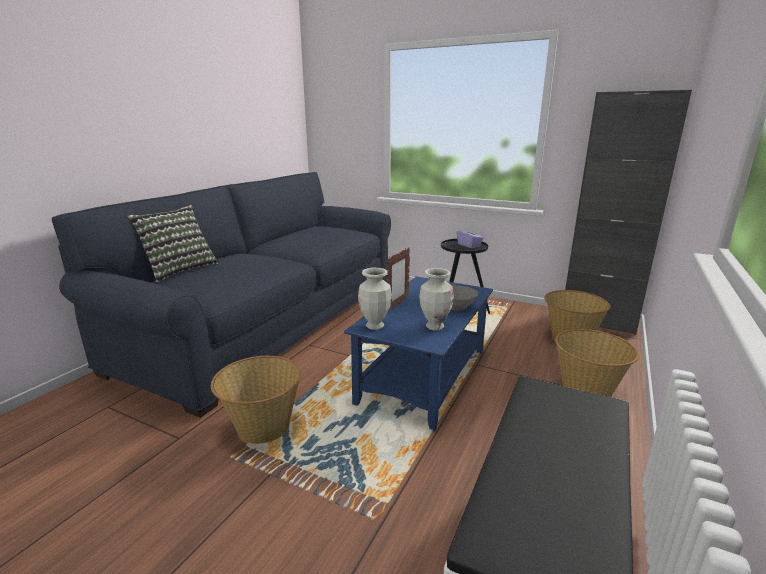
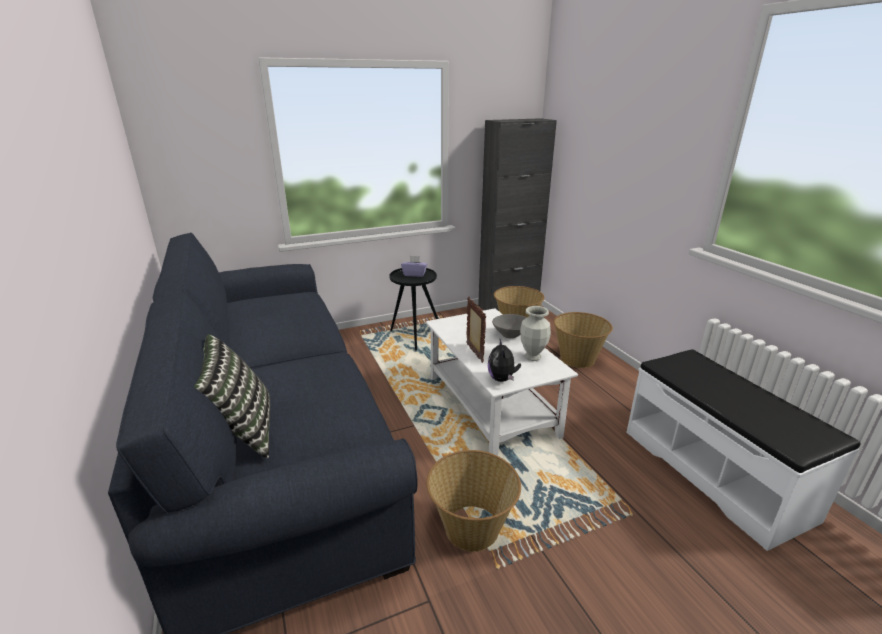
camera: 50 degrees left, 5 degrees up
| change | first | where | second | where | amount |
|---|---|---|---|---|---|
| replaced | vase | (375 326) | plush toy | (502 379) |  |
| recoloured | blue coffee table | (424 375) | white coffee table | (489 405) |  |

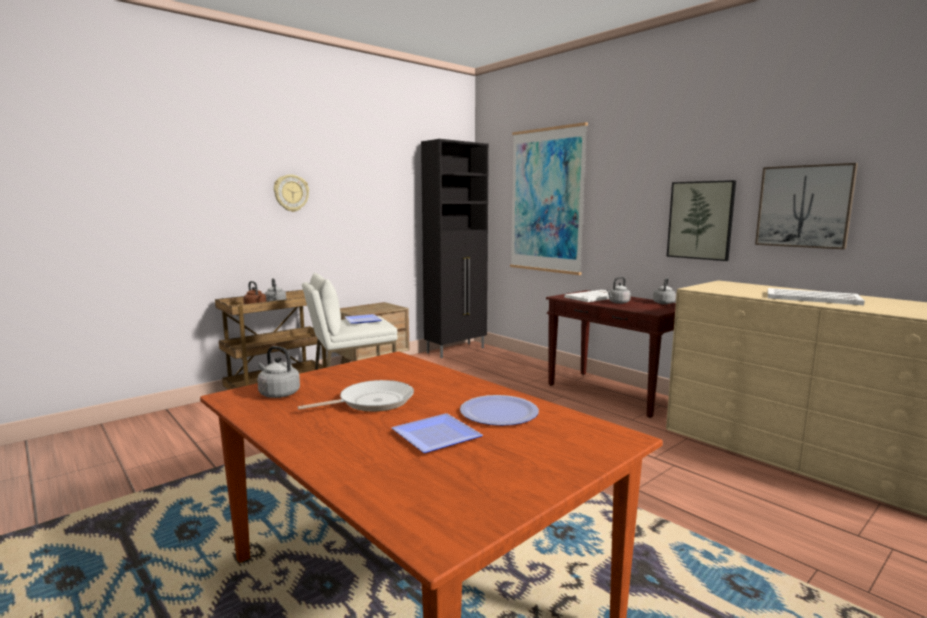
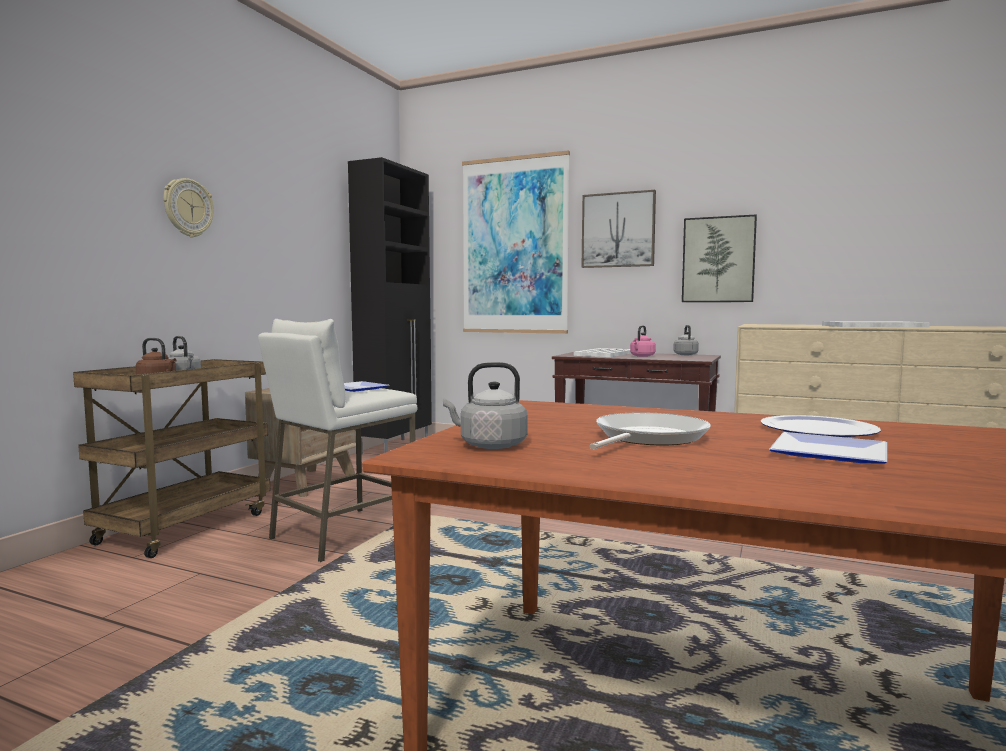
camera: 25 degrees left, 5 degrees down
| change | first | where | second | where | amount |
|---|---|---|---|---|---|
| moved | picture | (804 206) |  | (618 230) |  |
| recoloured | grey kettle | (618 302) | pink kettle | (641 356) |  |

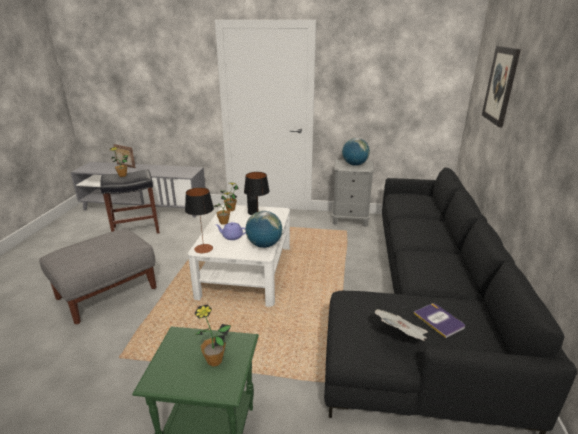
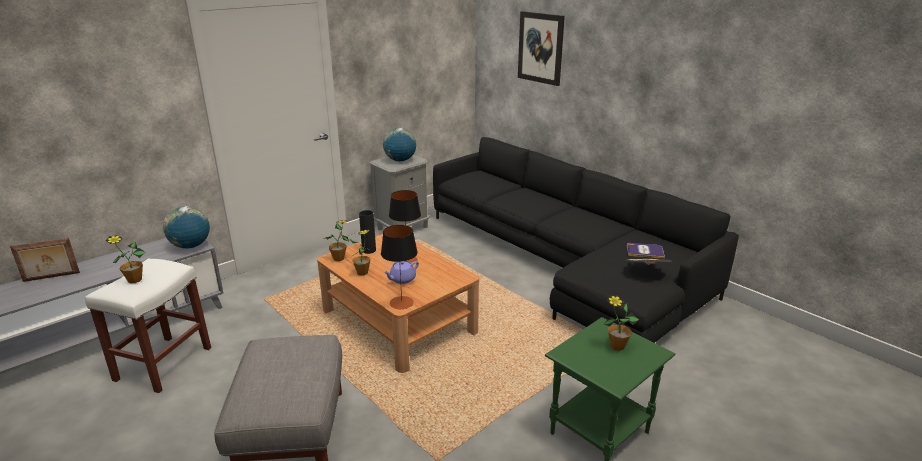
camera: 50 degrees left, 0 degrees up
| change | first | where | second | where | amount |
|---|---|---|---|---|---|
| recoloured | black stool | (136 229) | white stool | (164 363) |  |
| recoloured | white coffee table | (246 271) | brown coffee table | (399 321) |  |
| moved | globe | (264 245) |  | (191 246) |  |

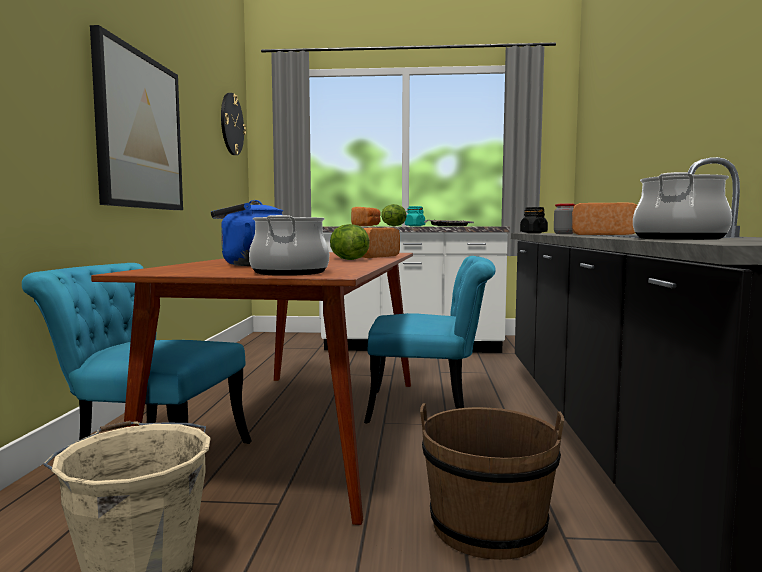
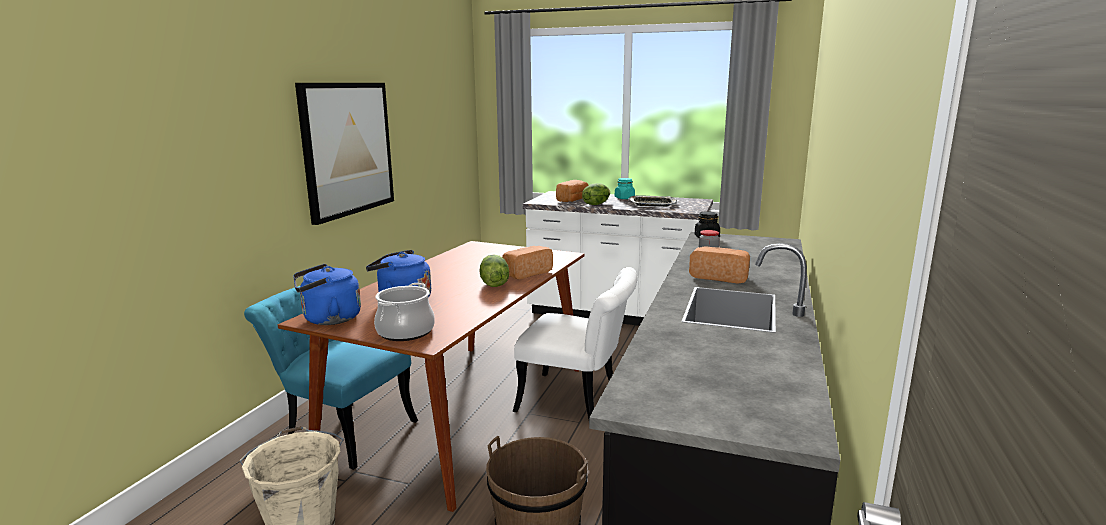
camera: 15 degrees right, 10 degrees up
| change | first | where | second | where | amount |
|---|---|---|---|---|---|
| removed | wall clock | (231 124) |  |  |  |
| removed | cooking pot | (679 238) |  |  |  |
| recoloured | turquoise chair | (430 408) | white chair | (578 401) |  |
| added |  |  | blue kettle | (328 319) |  |

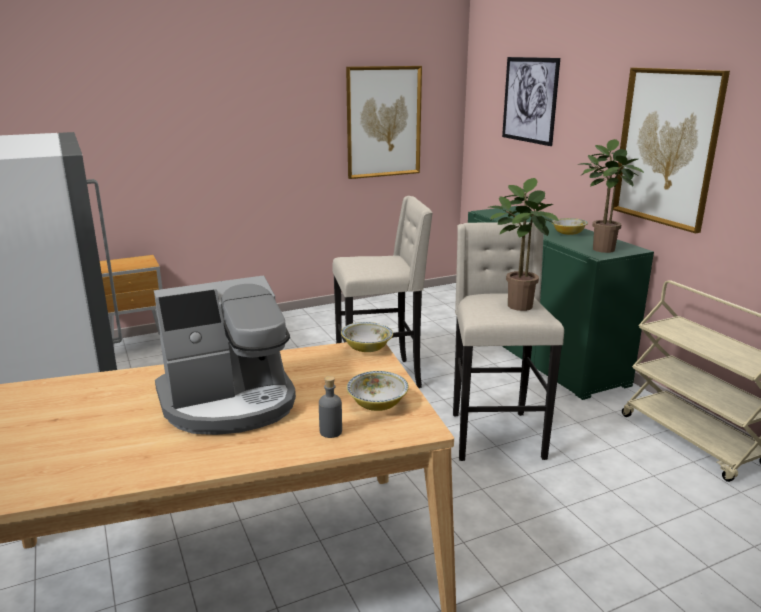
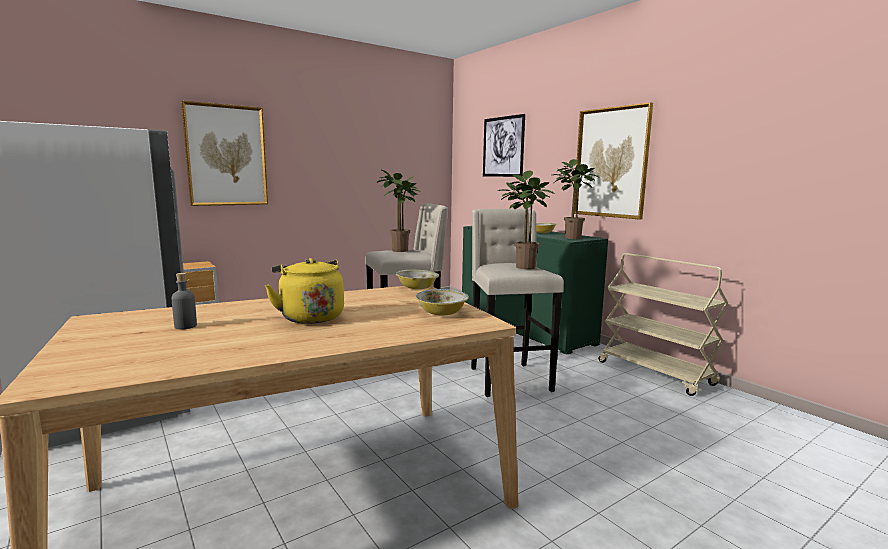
camera: 10 degrees left, 10 degrees down
| change | first | where | second | where | amount |
|---|---|---|---|---|---|
| moved | picture | (383 122) |  | (226 155) |  |
| replaced | coffee machine | (229 402) | yellow kettle | (310 317) |  |
| moved | grey bottle | (331 432) |  | (185 326) |  |
| added |  |  | potted plant | (400 251) |  |

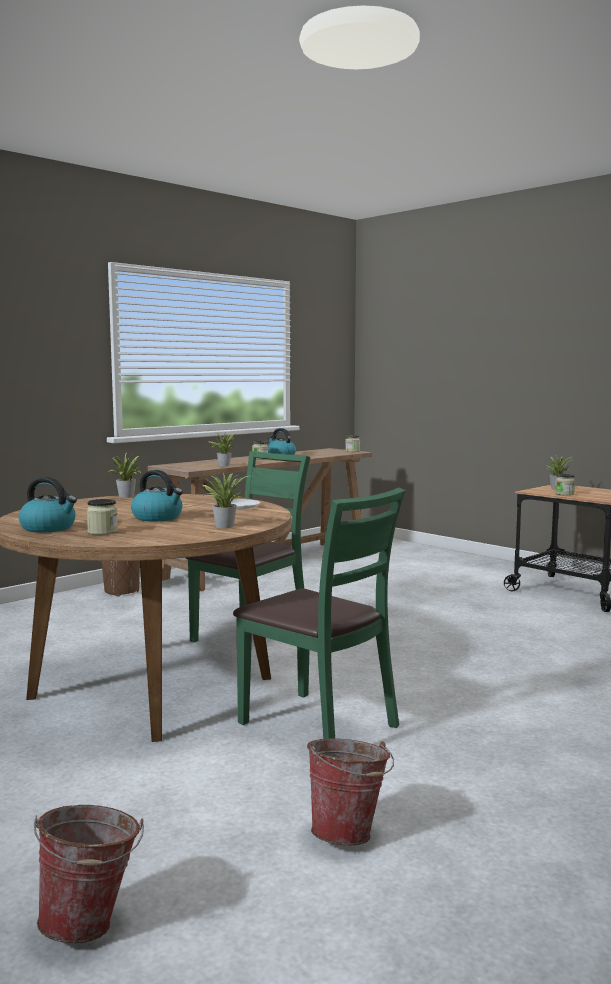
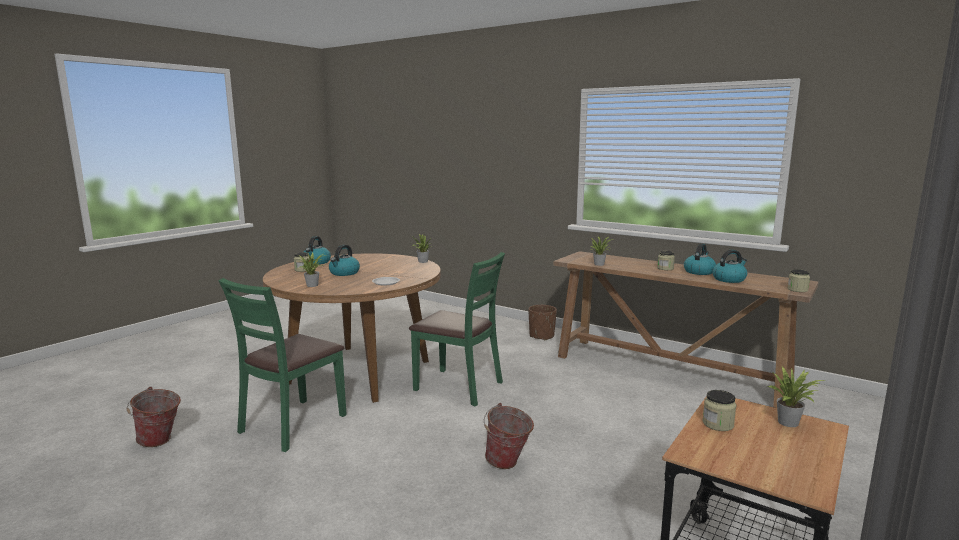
camera: 80 degrees right, 5 degrees up
| change | first | where | second | where | amount |
|---|---|---|---|---|---|
| moved | bucket | (92 922) |  | (508 464) |  |
| added |  |  | kettle | (729 279) |  |

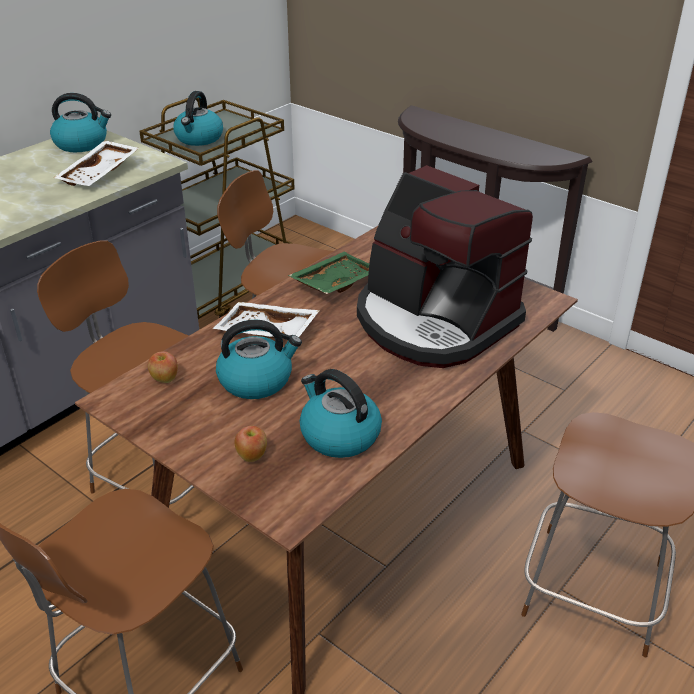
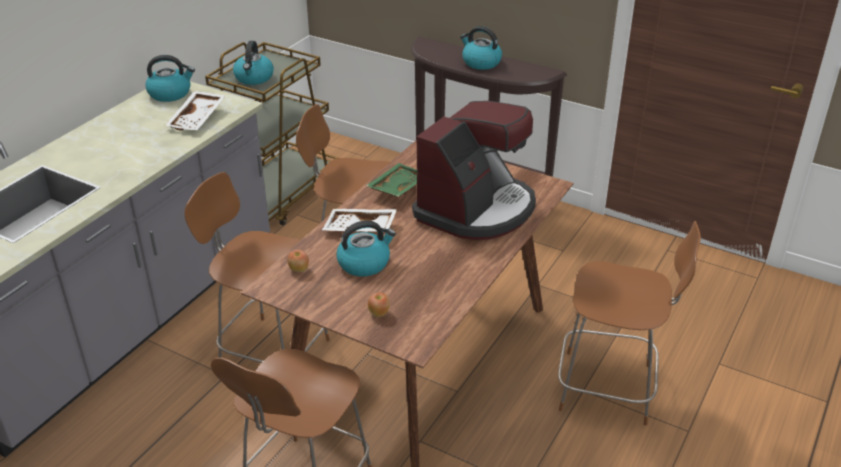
camera: 10 degrees left, 0 degrees up
| change | first | where | second | where | amount |
|---|---|---|---|---|---|
| turned | coffee machine | (433 322) |  | (476 209) | 90 degrees counterclockwise |
| moved | kettle | (338 435) |  | (480 62) |  |

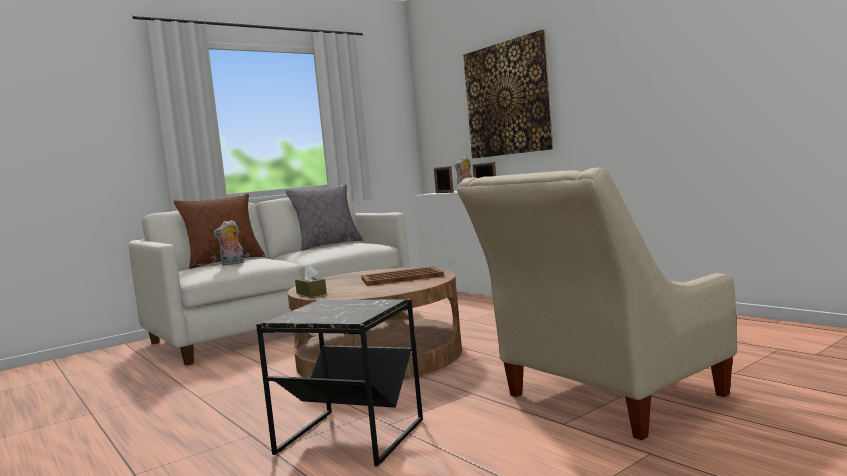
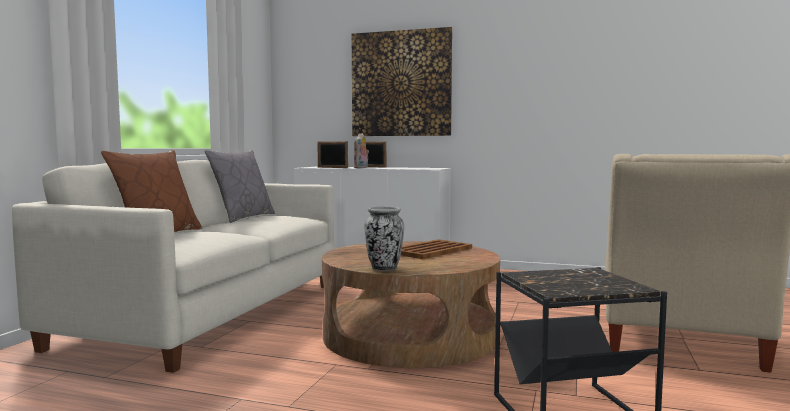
camera: 35 degrees left, 0 degrees up
| change | first | where | second | where | amount |
|---|---|---|---|---|---|
| removed | plush toy | (232 264) |  |  |  |
| replaced | brown tissue box | (311 293) | vase | (384 269) |  |

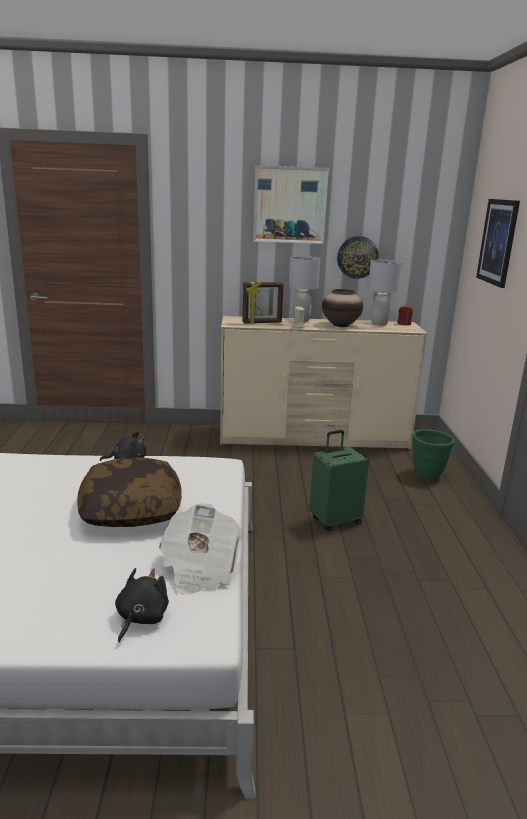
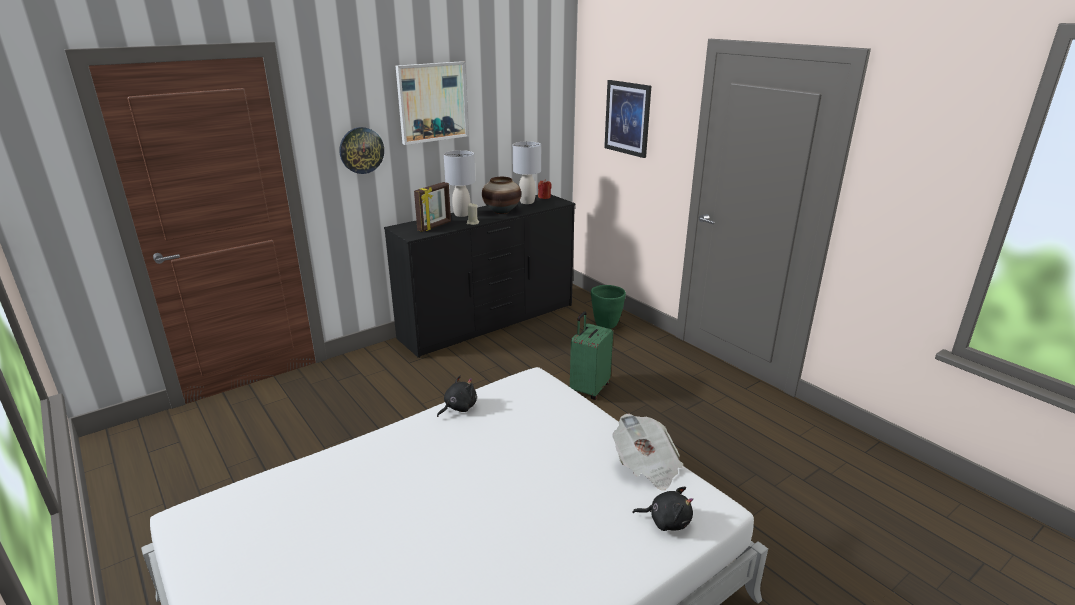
camera: 35 degrees left, 5 degrees up
| change | first | where | second | where | amount |
|---|---|---|---|---|---|
| moved | wall clock | (357 257) |  | (361 150) |  |
| recoloured | beige dresser | (314 438) | black dresser | (489 321) |  |
| removed | pillow | (131 510) |  |  |  |
| turned | black plush toy | (140 618) |  | (666 521) | 120 degrees clockwise |

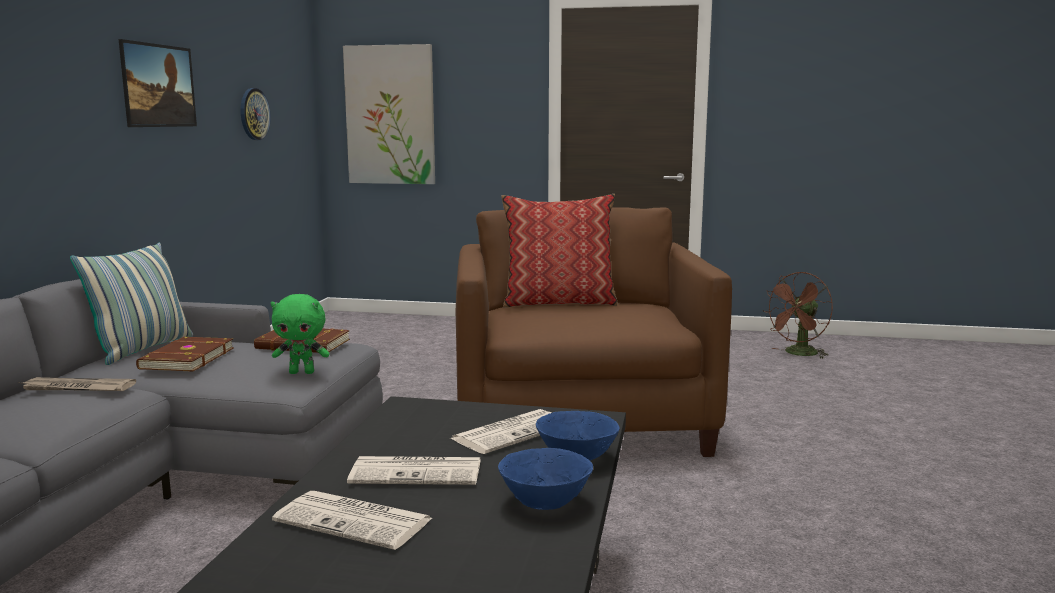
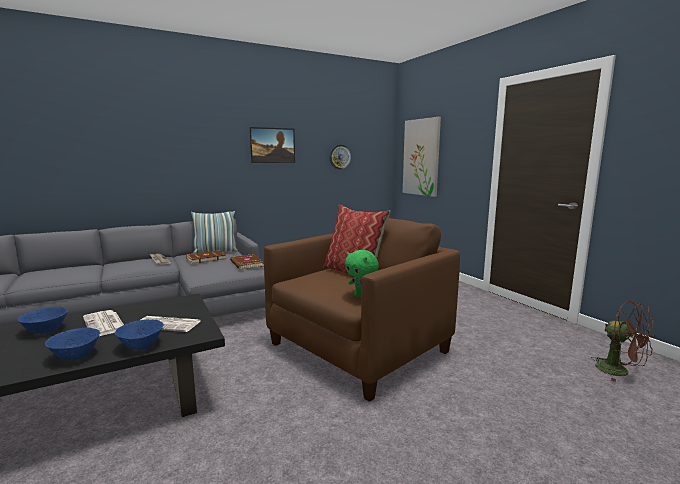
camera: 50 degrees right, 0 degrees up
| change | first | where | second | where | amount |
|---|---|---|---|---|---|
| turned | brown fan | (798 354) |  | (619 372) | 135 degrees counterclockwise |
| moved | green plush toy | (302 372) |  | (361 297) |  |
| replaced | newspaper | (356 521) | blue bowl | (46 330) |  |

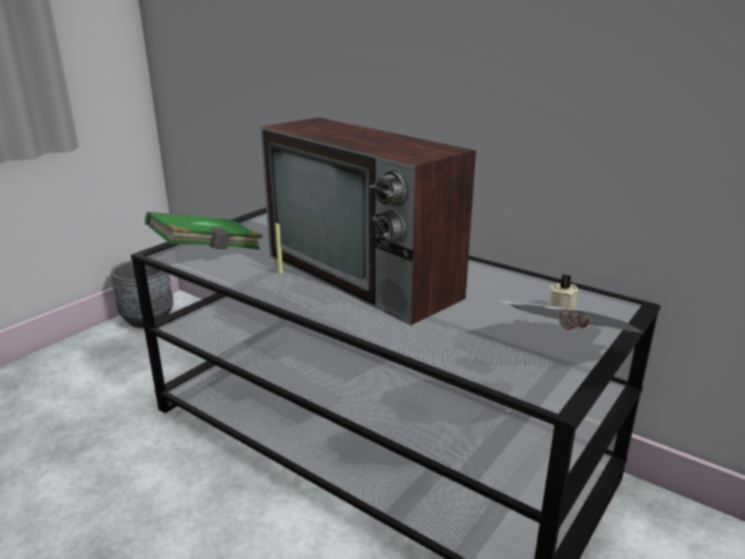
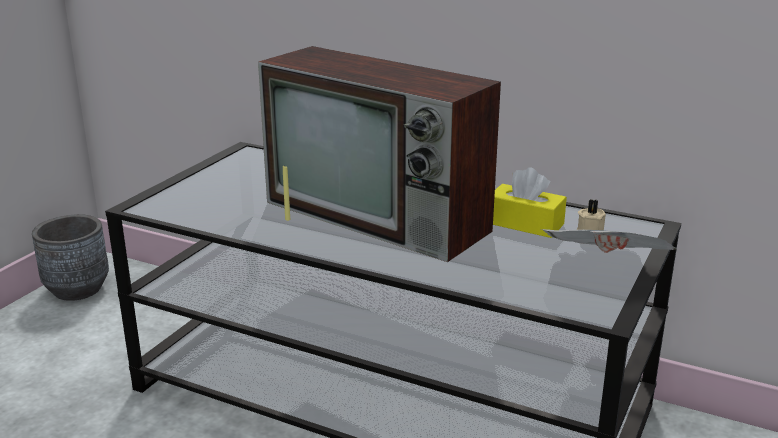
camera: 10 degrees left, 0 degrees up
| change | first | where | second | where | amount |
|---|---|---|---|---|---|
| removed | green book | (208 251) |  |  |  |
| added |  |  | yellow tissue box | (525 223) |  |

